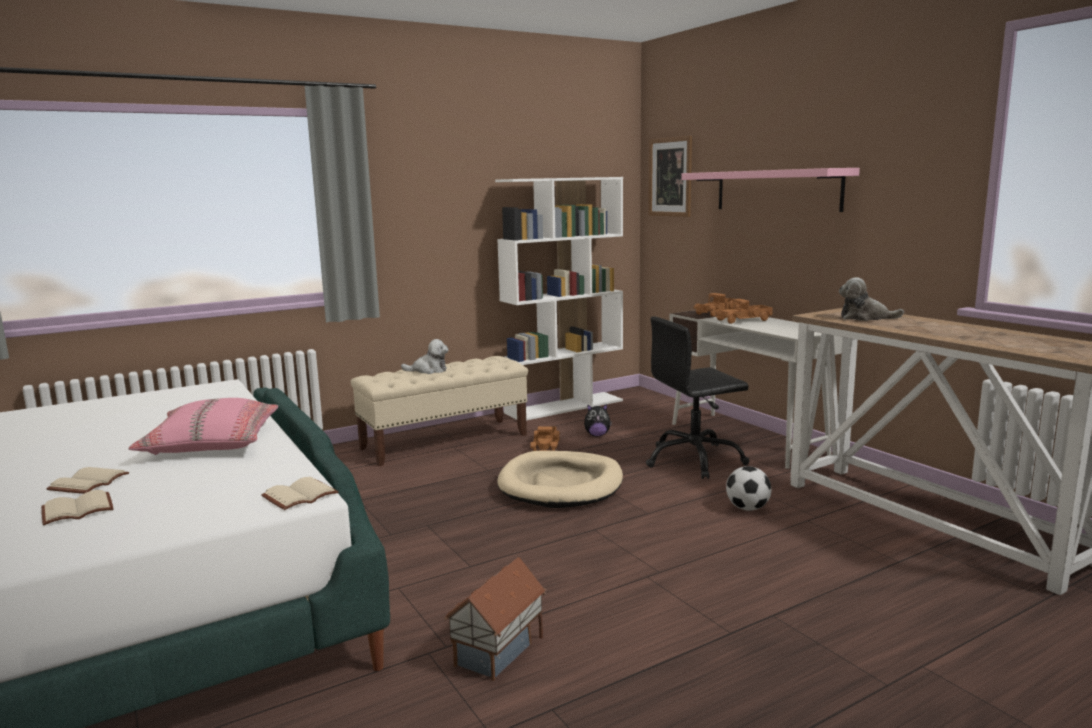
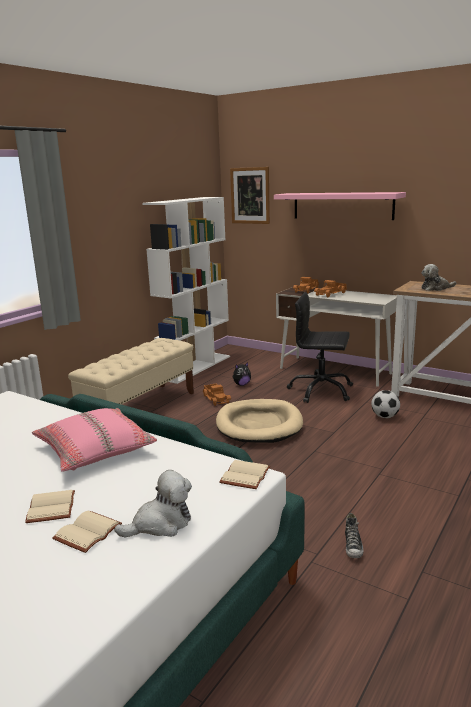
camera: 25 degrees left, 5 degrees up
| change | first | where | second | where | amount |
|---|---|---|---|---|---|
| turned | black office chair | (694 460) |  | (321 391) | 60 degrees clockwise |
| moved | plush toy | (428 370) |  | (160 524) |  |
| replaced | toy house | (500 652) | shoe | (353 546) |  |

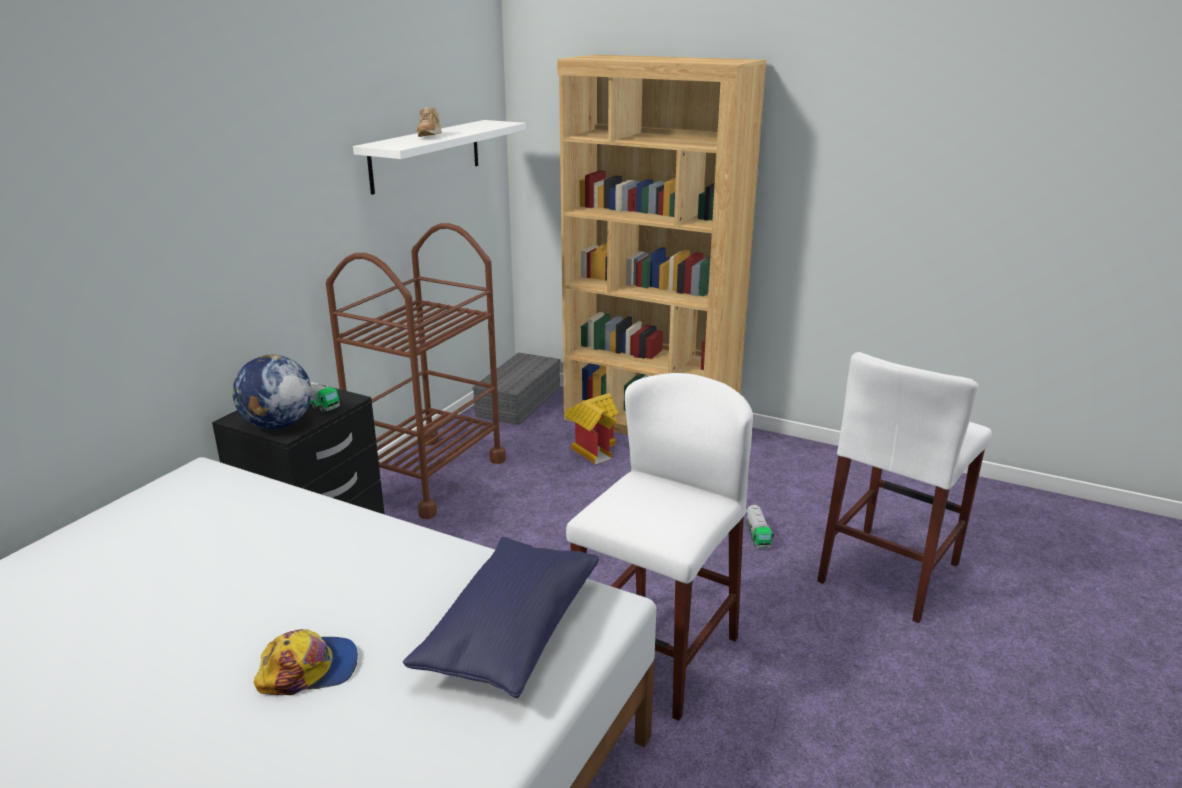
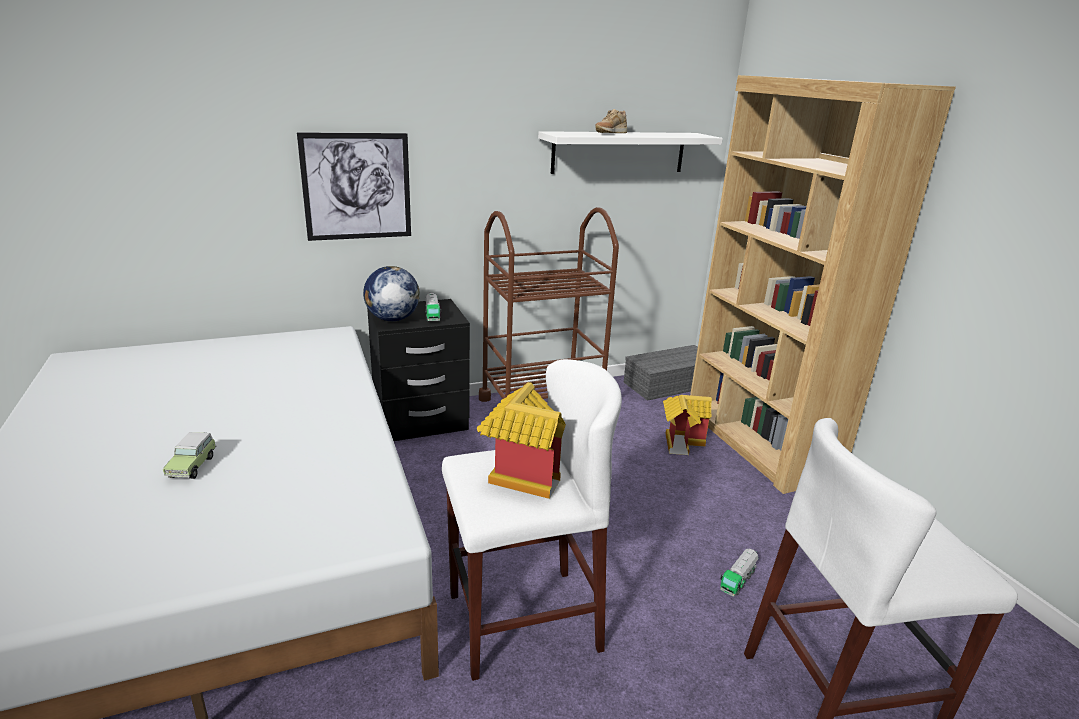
camera: 40 degrees right, 0 degrees up
| change | first | where | second | where | amount |
|---|---|---|---|---|---|
| removed | blue pillow | (510 633) |  |  |  |
| replaced | cap | (309 669) | toy car | (193 465) |  |
| added |  |  | picture | (357 187) |  |
| added |  |  | toy house | (519 474) |  |

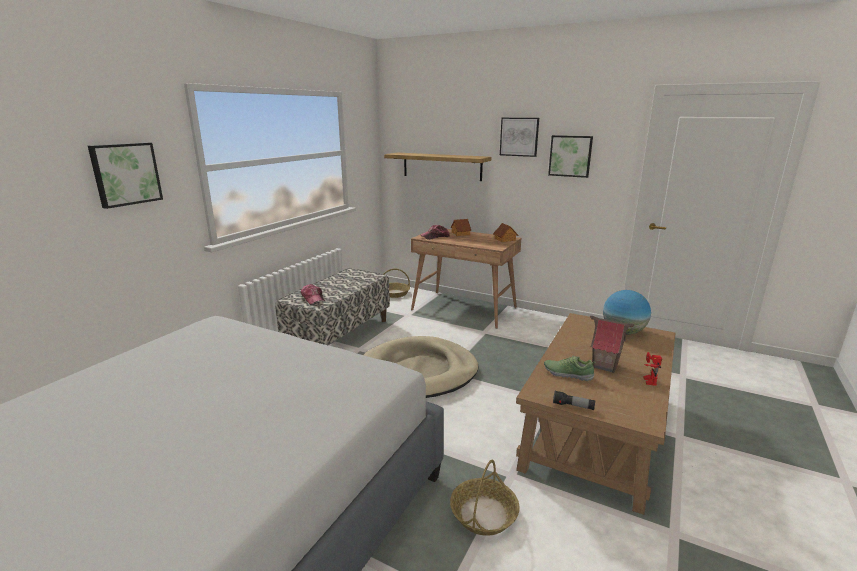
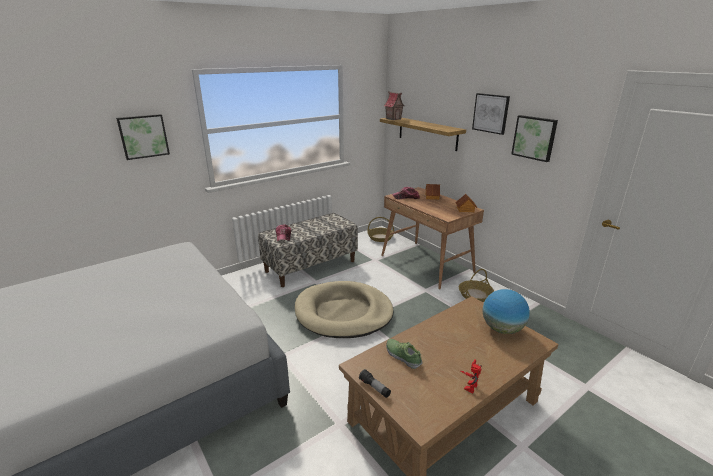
camera: 25 degrees right, 5 degrees up
| change | first | where | second | where | amount |
|---|---|---|---|---|---|
| moved | toy house | (605 365) |  | (393 119) |  |
| moved | basket | (484 514) |  | (475 295) |  |

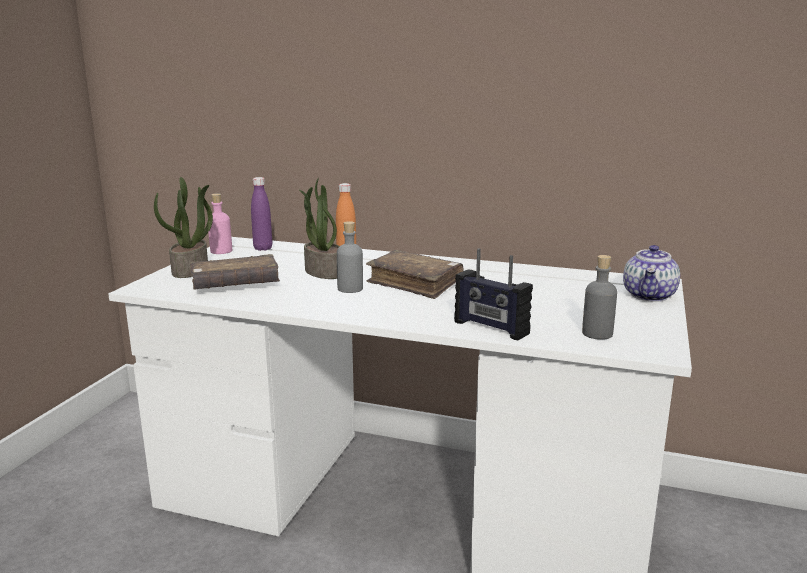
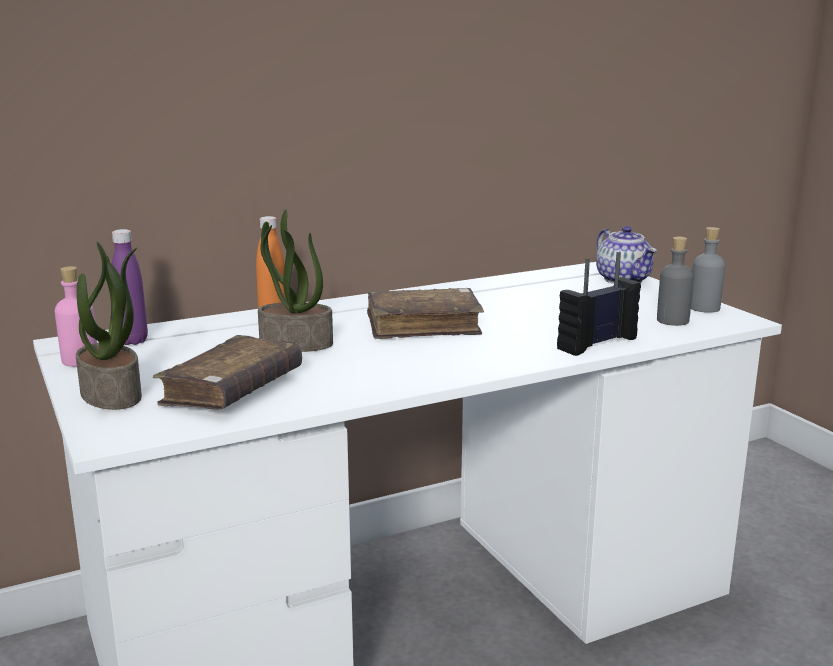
camera: 45 degrees left, 0 degrees up
| change | first | where | second | where | amount |
|---|---|---|---|---|---|
| moved | grey bottle | (350 289) |  | (704 308) |  |
| turned | radio | (490 328) |  | (596 343) | 150 degrees clockwise |

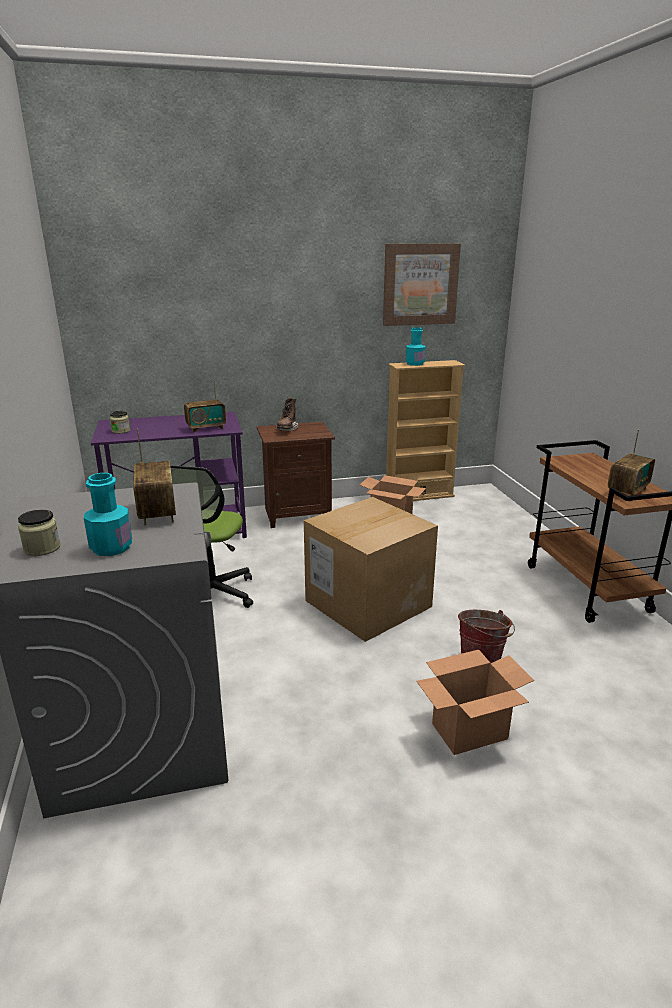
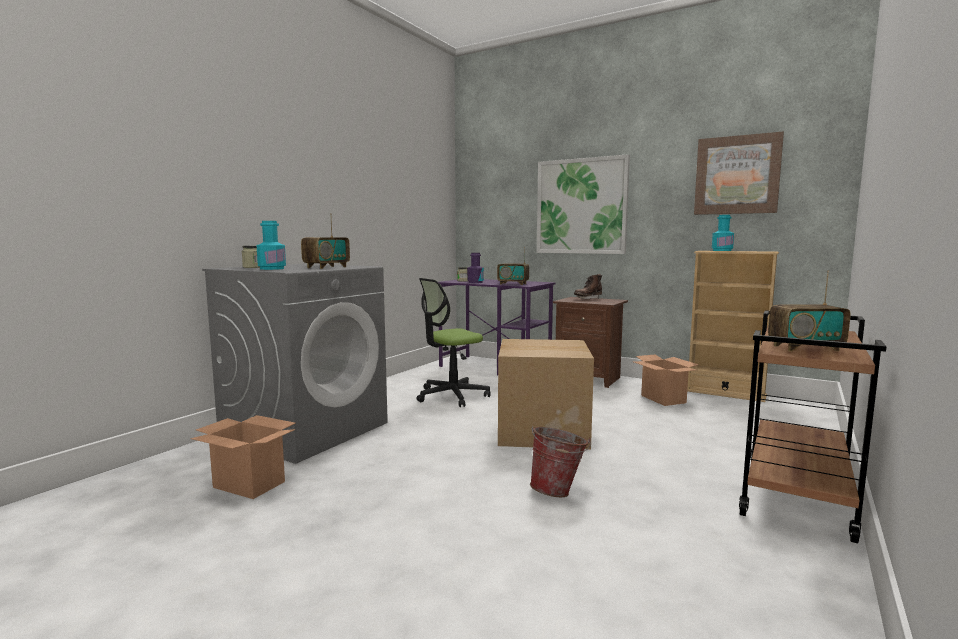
camera: 45 degrees right, 15 degrees down
| change | first | where | second | where | amount |
|---|---|---|---|---|---|
| moved | cardboard box | (469 732) |  | (248 484) |  |
| added |  |  | picture | (581 206) |  |
| added |  |  | purple bottle | (475 282) |  |

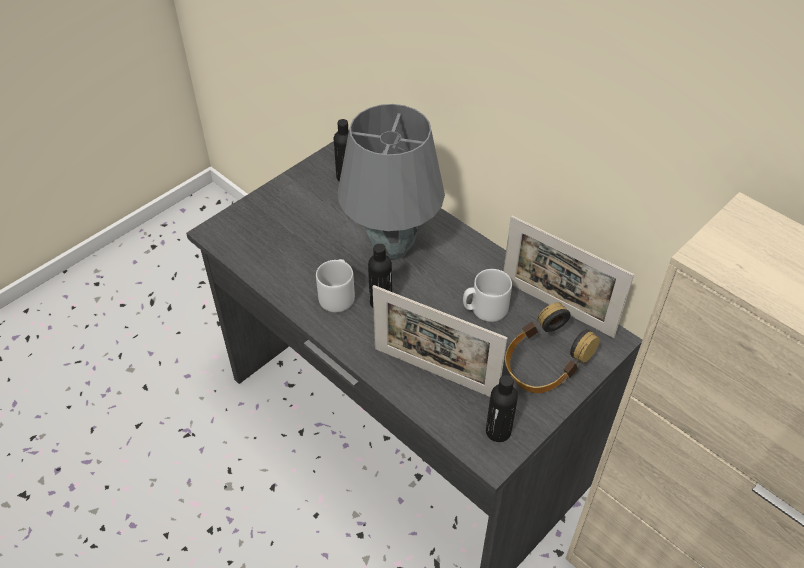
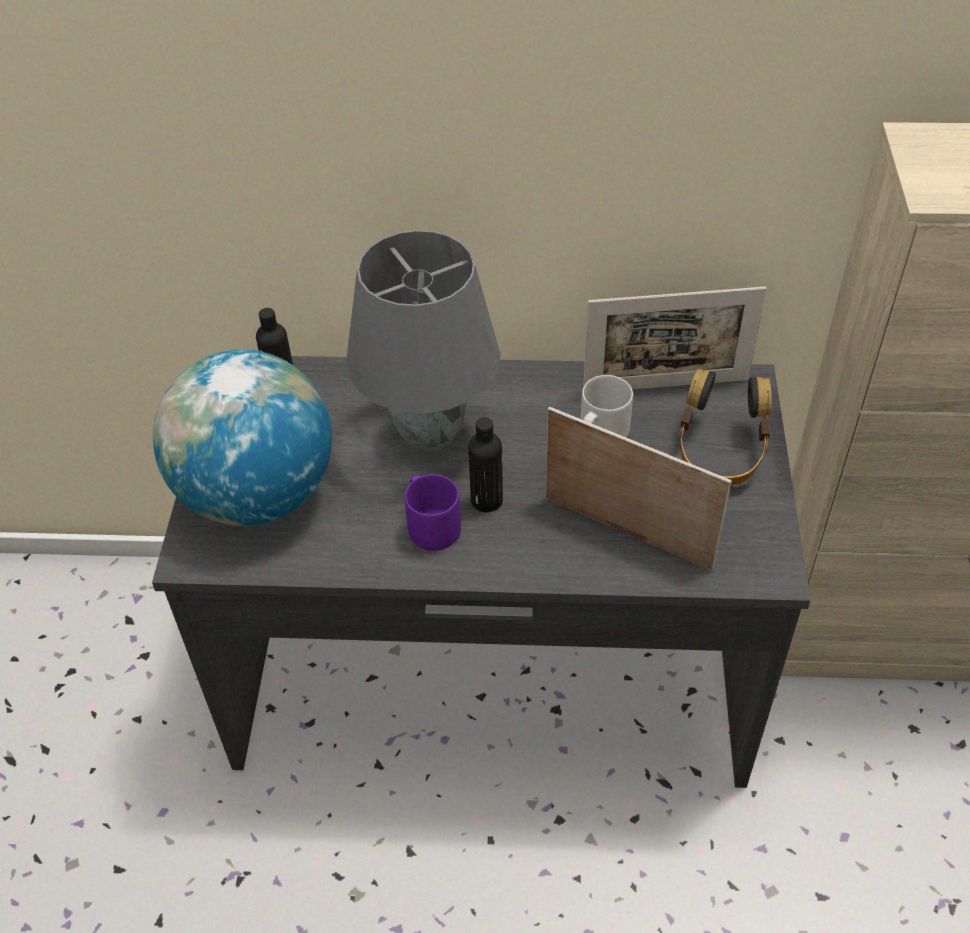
camera: 40 degrees left, 0 degrees up
| change | first | where | second | where | amount |
|---|---|---|---|---|---|
| recoloured | grey mug | (338 295) | purple mug | (431 526) |  |
| turned | picture frame | (435 373) |  | (627 532) | 135 degrees counterclockwise |
| removed | black bottle | (498 431) |  |  |  |
| added |  |  | globe | (257 494) |  |

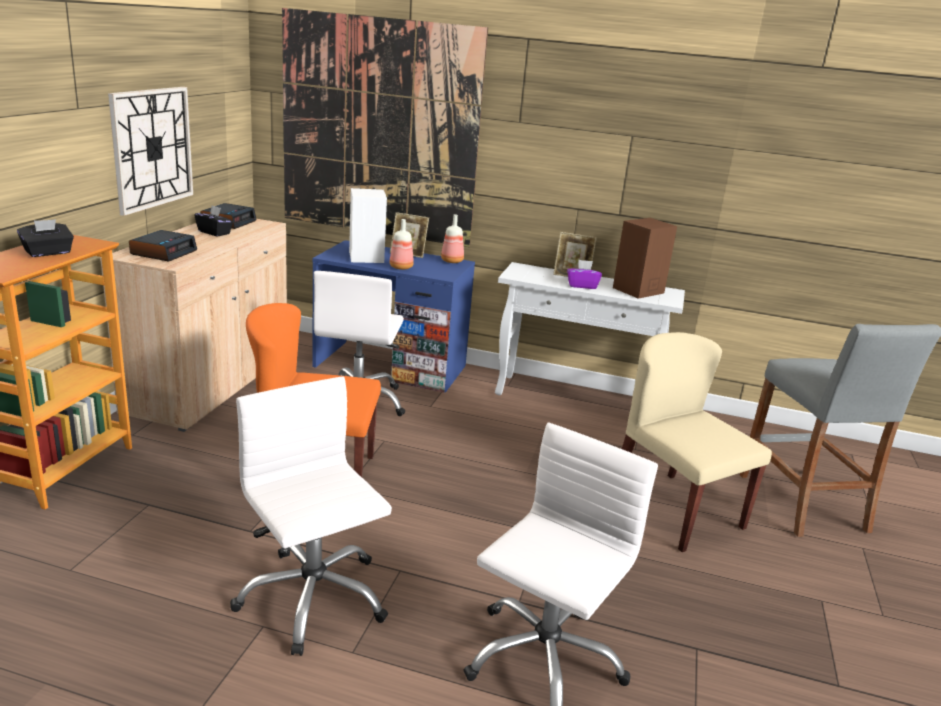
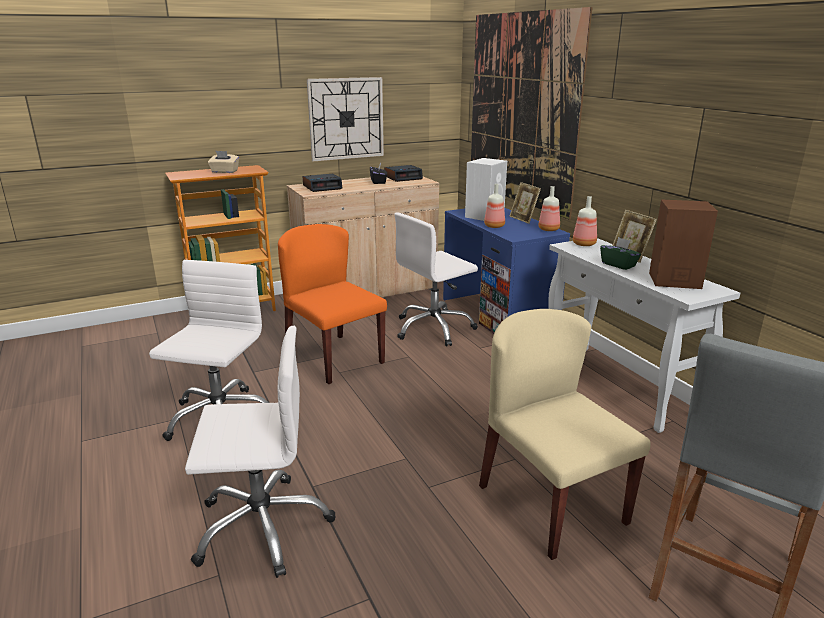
camera: 50 degrees right, 0 degrees up
| change | first | where | second | where | amount |
|---|---|---|---|---|---|
| recoloured | black tissue box | (48 252) | beige tissue box | (224 171) |  |
| recoloured | purple tissue box | (582 285) | green tissue box | (618 265) |  |
| turned | beige chair | (674 510) |  | (550 503) | 45 degrees counterclockwise |
| added |  |  | bottle | (584 244) |  |

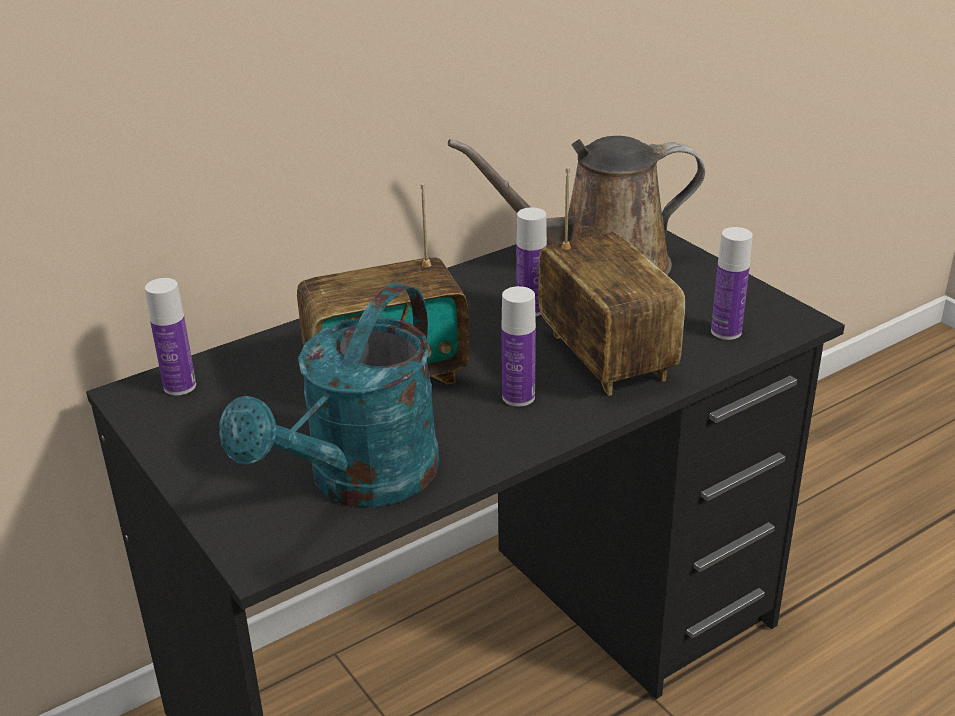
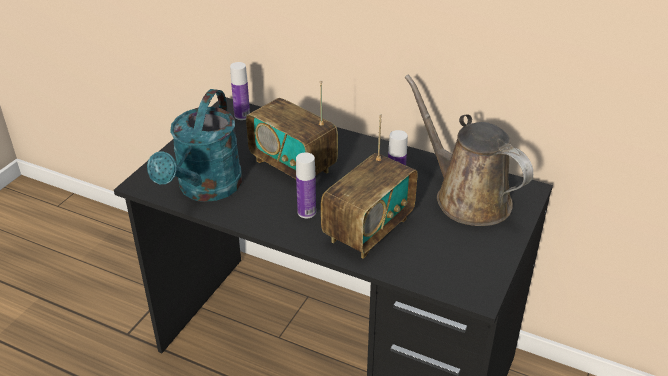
camera: 60 degrees right, 5 degrees up
| change | first | where | second | where | amount |
|---|---|---|---|---|---|
| removed | bottle | (726 331) |  |  |  |
| turned | turquoise watering can | (360 482) |  | (205 190) | 75 degrees counterclockwise |

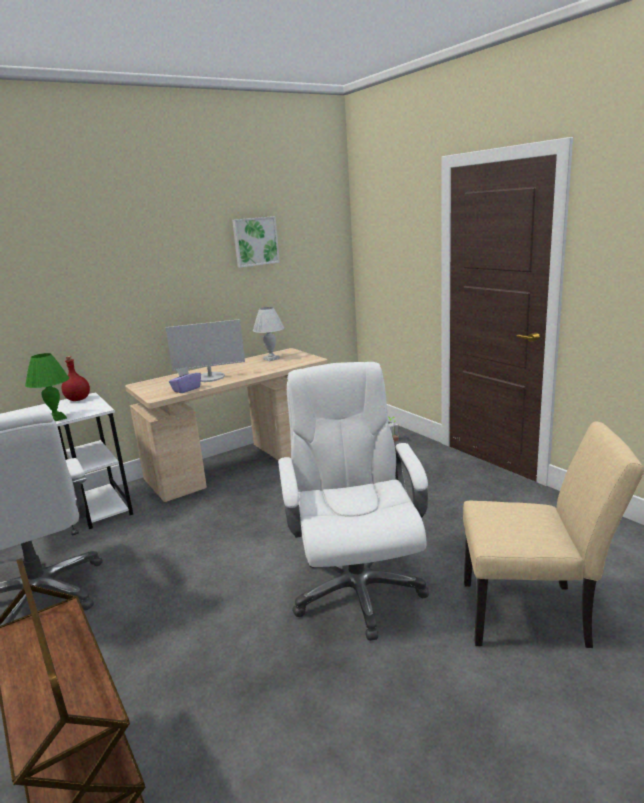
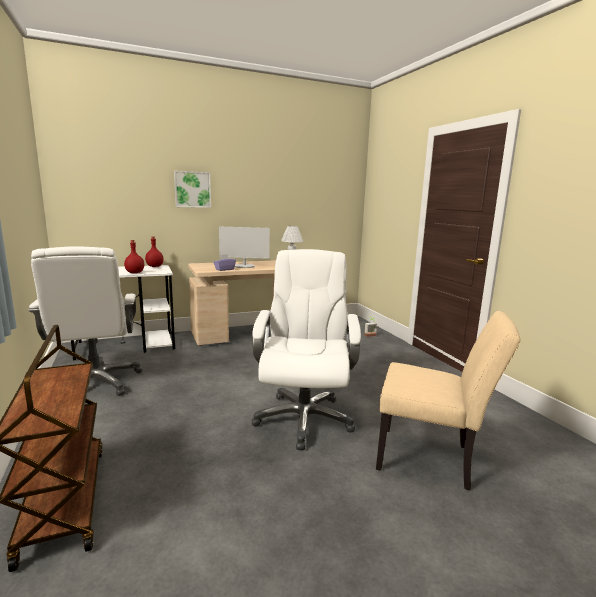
camera: 10 degrees right, 5 degrees down
| change | first | where | second | where | amount |
|---|---|---|---|---|---|
| moved | picture | (255 241) |  | (192 189) |  |
| replaced | green table lamp | (56 418) | red bottle | (134 272) |  |

